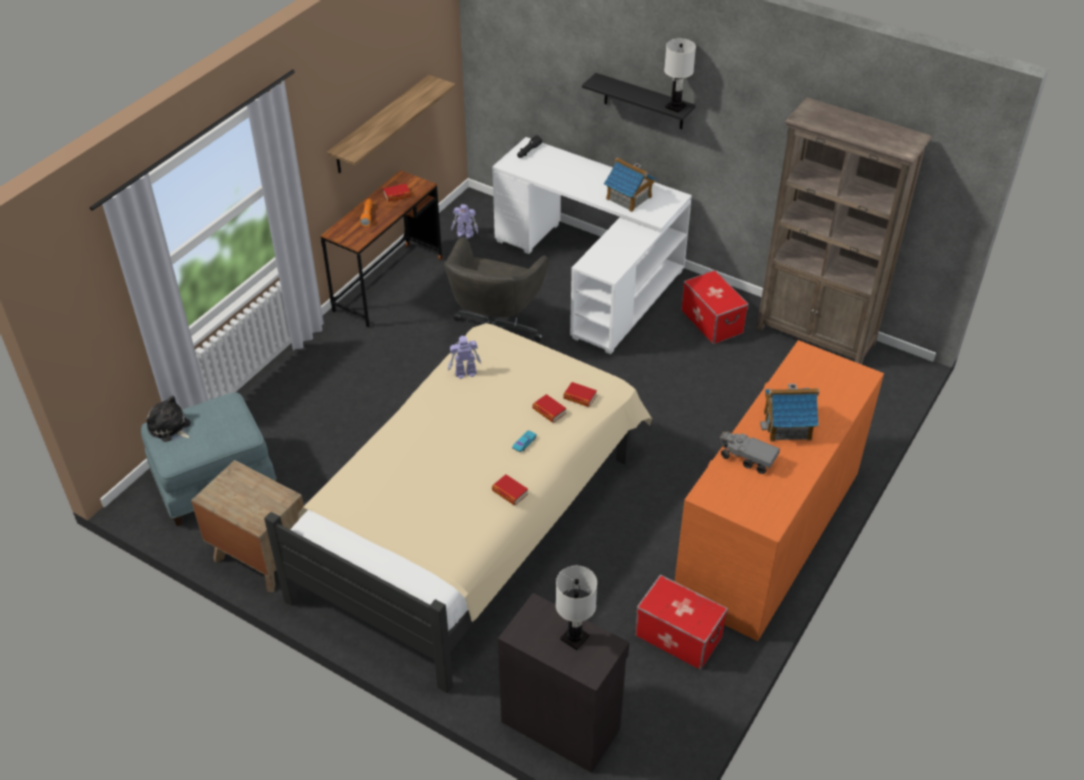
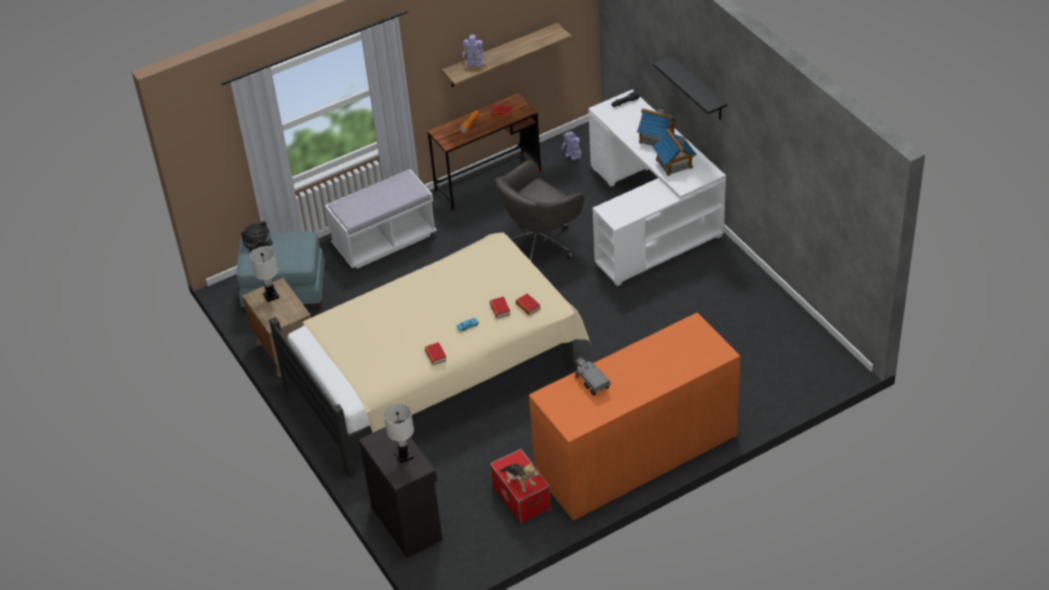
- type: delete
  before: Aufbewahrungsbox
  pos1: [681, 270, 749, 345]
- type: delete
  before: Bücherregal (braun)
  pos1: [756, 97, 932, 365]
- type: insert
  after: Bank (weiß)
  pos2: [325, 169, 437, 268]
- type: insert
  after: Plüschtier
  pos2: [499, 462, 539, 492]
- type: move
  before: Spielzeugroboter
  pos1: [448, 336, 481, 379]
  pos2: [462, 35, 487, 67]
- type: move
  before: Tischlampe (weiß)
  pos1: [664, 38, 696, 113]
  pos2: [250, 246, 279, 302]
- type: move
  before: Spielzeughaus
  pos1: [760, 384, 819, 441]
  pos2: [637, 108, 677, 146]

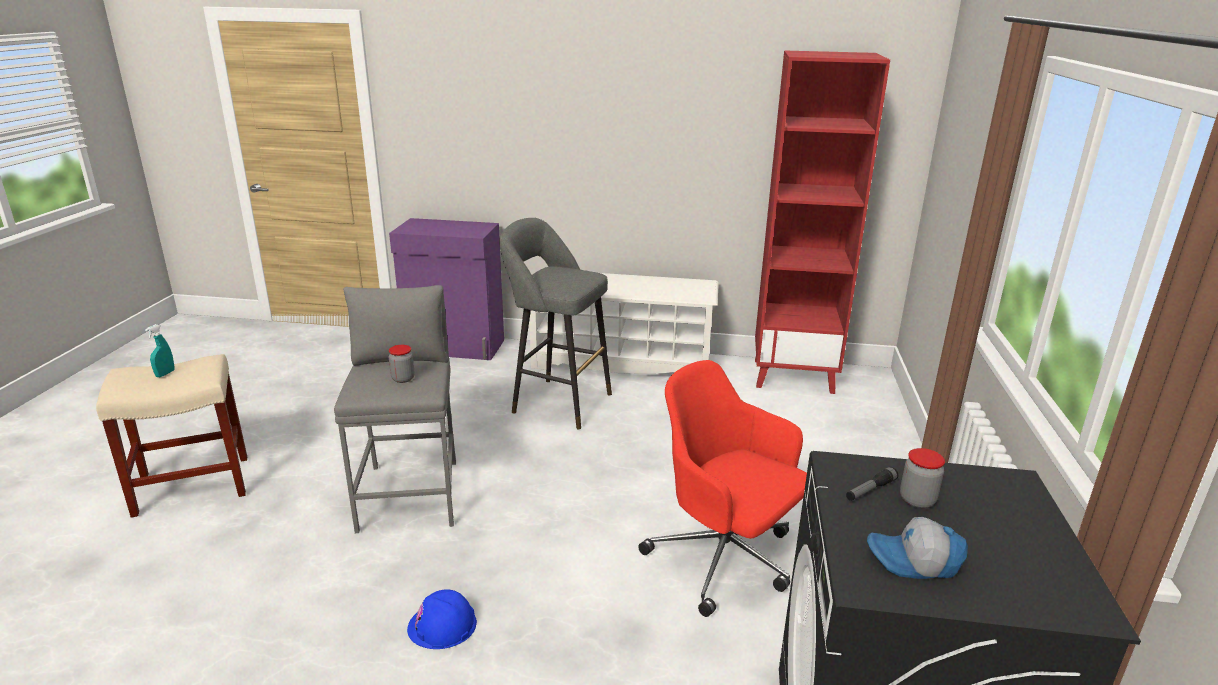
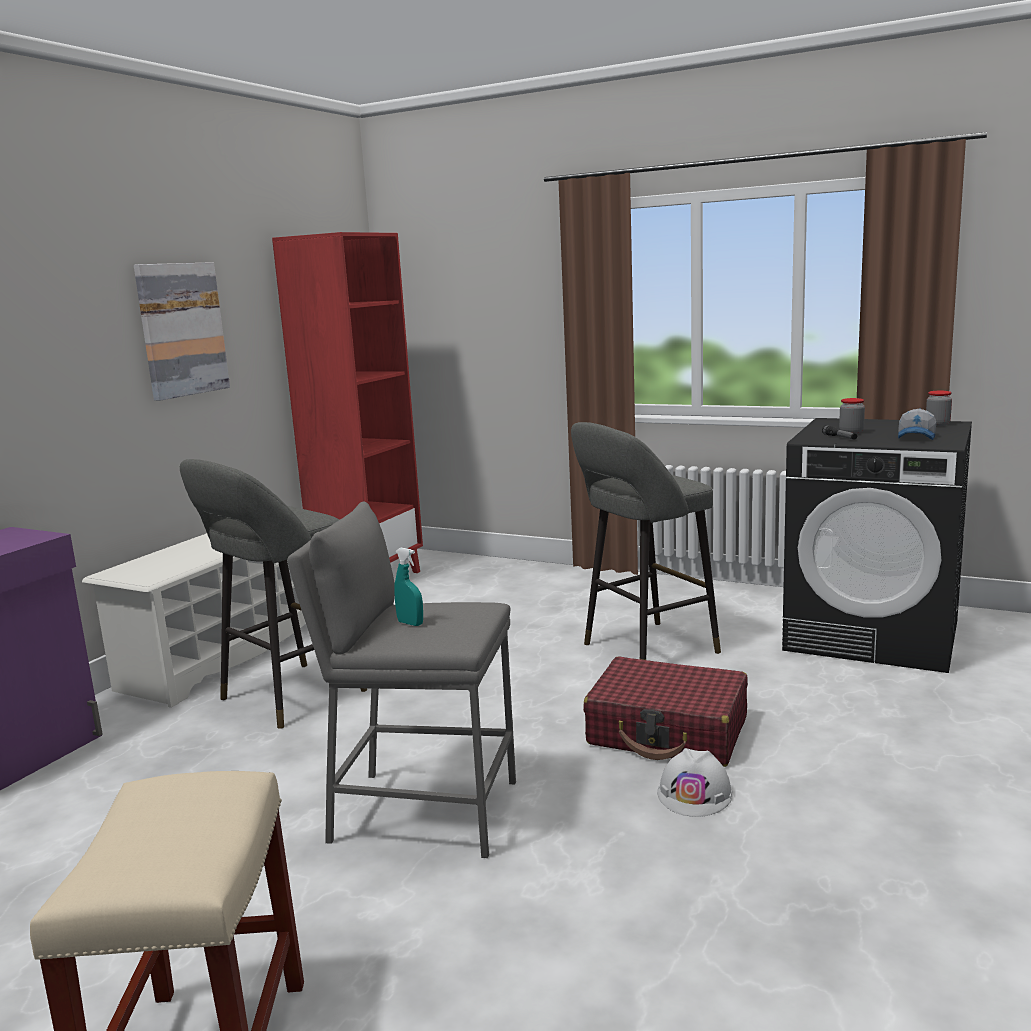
- type: insert
  after: Bild
  pos2: [134, 262, 230, 401]
- type: insert
  after: Koffer (rot)
  pos2: [583, 656, 748, 767]
- type: move
  before: Sprühflasche (türkis)
  pos1: [145, 324, 175, 377]
  pos2: [394, 548, 423, 626]
- type: move
  before: Vorratsglas
  pos1: [389, 345, 415, 383]
  pos2: [926, 391, 952, 426]
- type: replace
  before: Bürostuhl (rot)
  after: Hocker (grau)
  pos1: [638, 360, 807, 617]
  pos2: [571, 422, 721, 660]
- type: recolor
  before: Schutzhelm (blau)
  after: Schutzhelm (weiß)
  pos1: [407, 589, 477, 649]
  pos2: [657, 748, 732, 817]

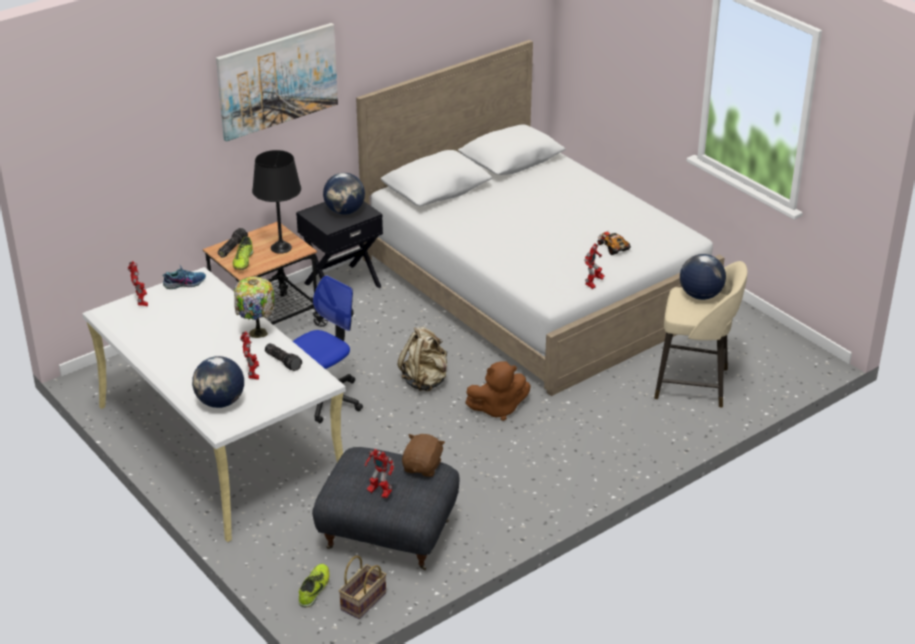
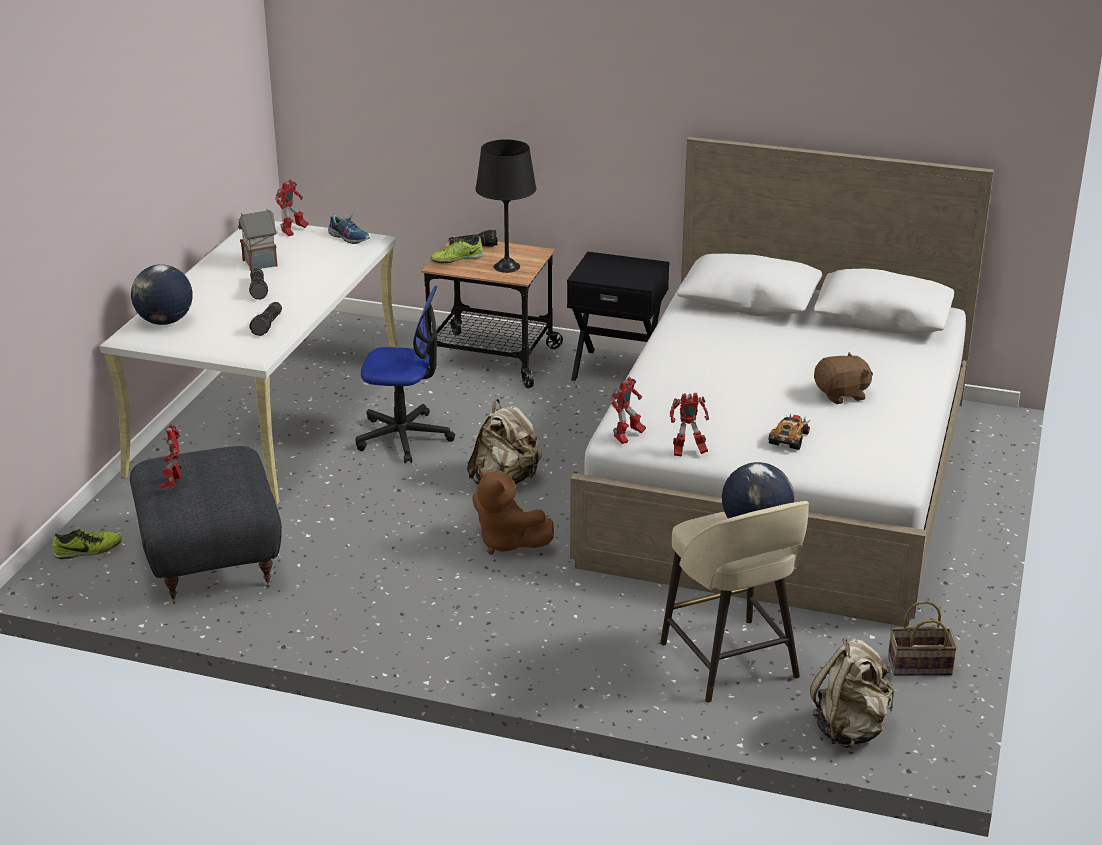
- type: delete
  before: Bild
  pos1: [216, 23, 338, 142]
- type: delete
  before: Tischlampe
  pos1: [234, 276, 275, 338]
- type: delete
  before: Globus
  pos1: [323, 173, 365, 215]
- type: insert
  after: Spielzeughaus
  pos2: [238, 209, 278, 271]
- type: insert
  after: Taschenlampe
  pos2: [249, 268, 268, 300]
- type: insert
  after: Rucksack (beige)
  pos2: [810, 638, 894, 748]
- type: move
  before: Spielzeugroboter
  pos1: [240, 331, 259, 380]
  pos2: [610, 377, 646, 444]
- type: move
  before: Korb
  pos1: [339, 556, 386, 619]
  pos2: [888, 601, 958, 676]
- type: move
  before: Plüschtier (braun)
  pos1: [402, 434, 445, 477]
  pos2: [814, 352, 873, 404]

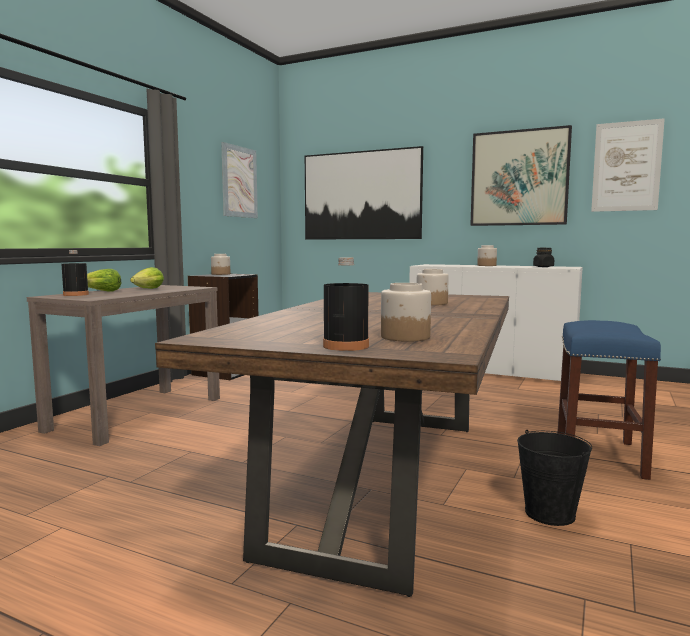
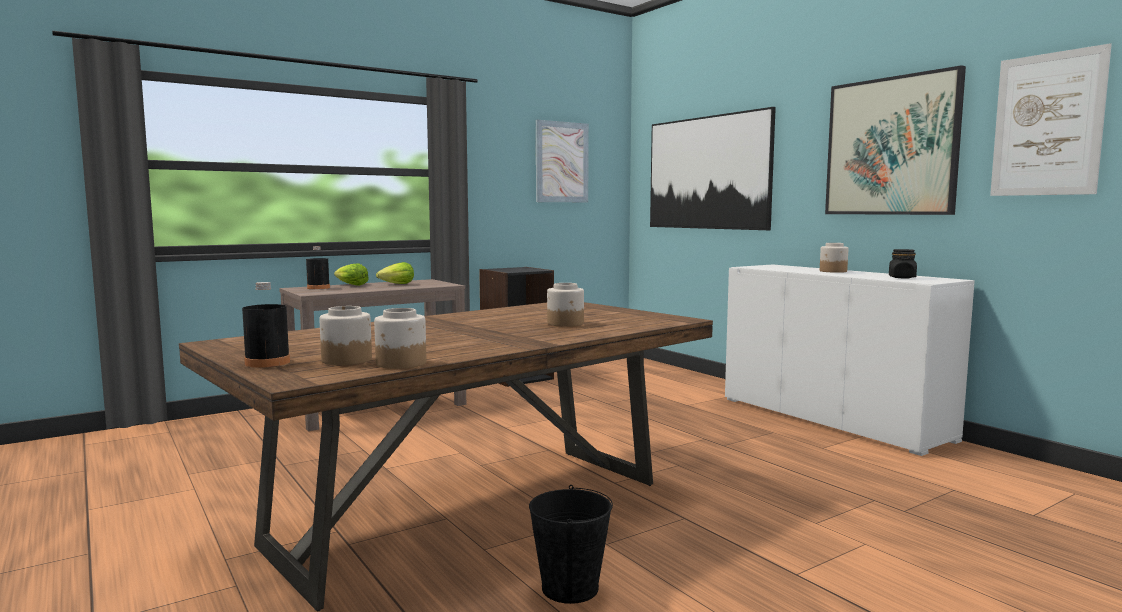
- type: delete
  before: Hocker (blau)
  pos1: [557, 320, 661, 480]
- type: move
  before: Vorratsglas
  pos1: [211, 254, 230, 275]
  pos2: [374, 308, 426, 369]

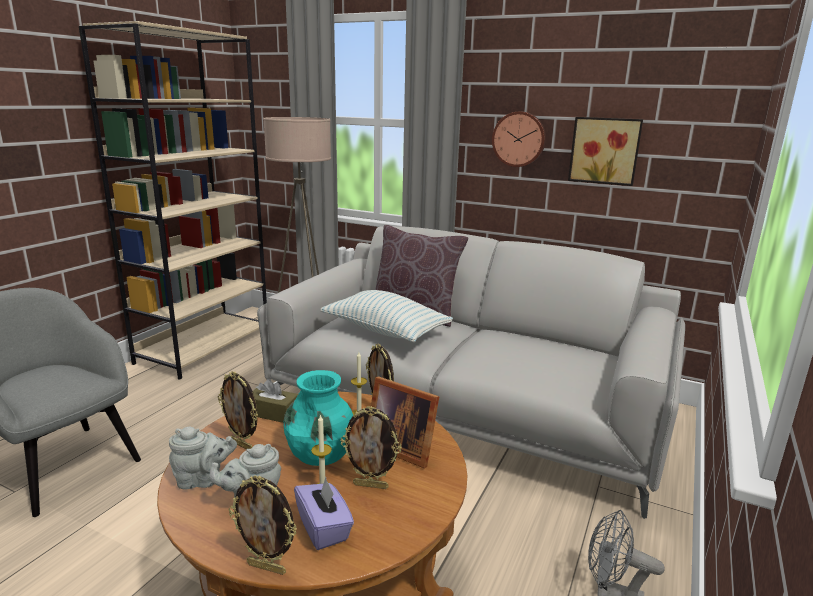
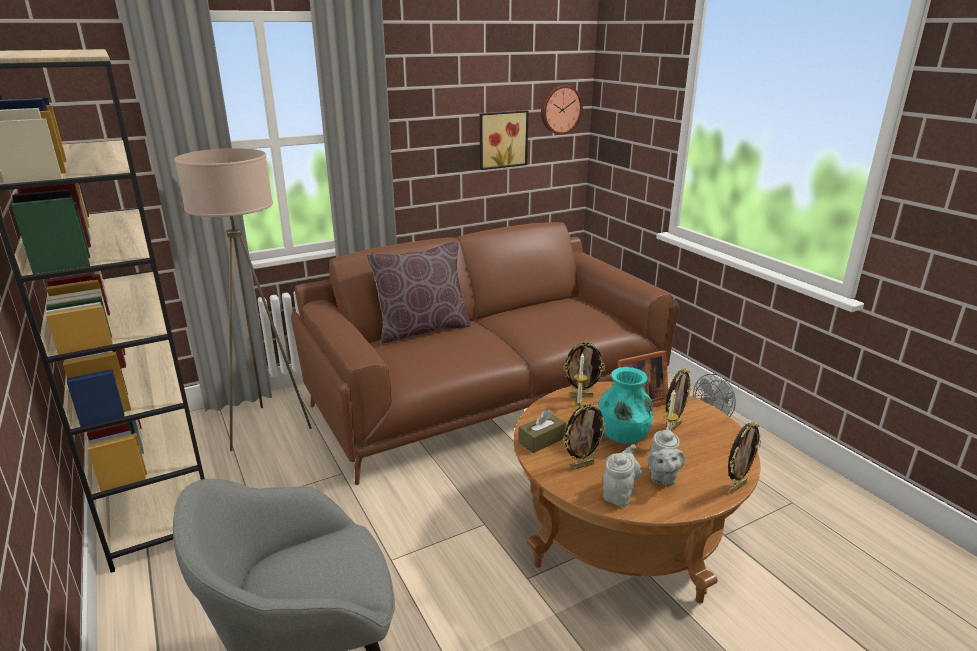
- type: delete
  before: Taschentuchbox (lila)
  pos1: [294, 477, 354, 550]
- type: delete
  before: Kissen
  pos1: [320, 290, 453, 342]
- type: move
  before: Wanduhr
  pos1: [492, 111, 546, 167]
  pos2: [541, 85, 583, 135]
- type: recolor
  before: Sofa (grau)
  after: Sofa (braun)
  pos1: [257, 226, 685, 519]
  pos2: [291, 222, 679, 485]

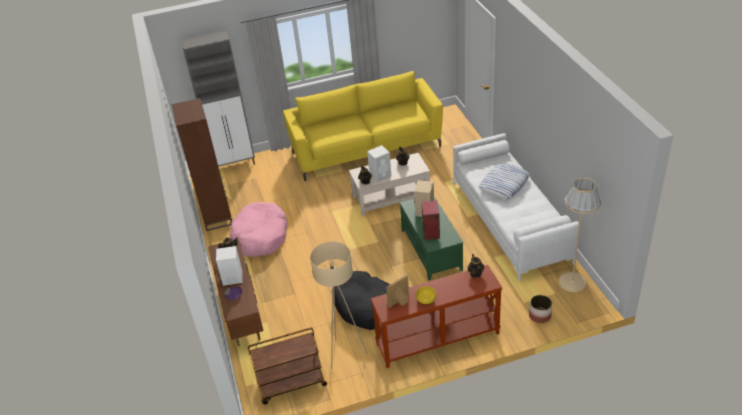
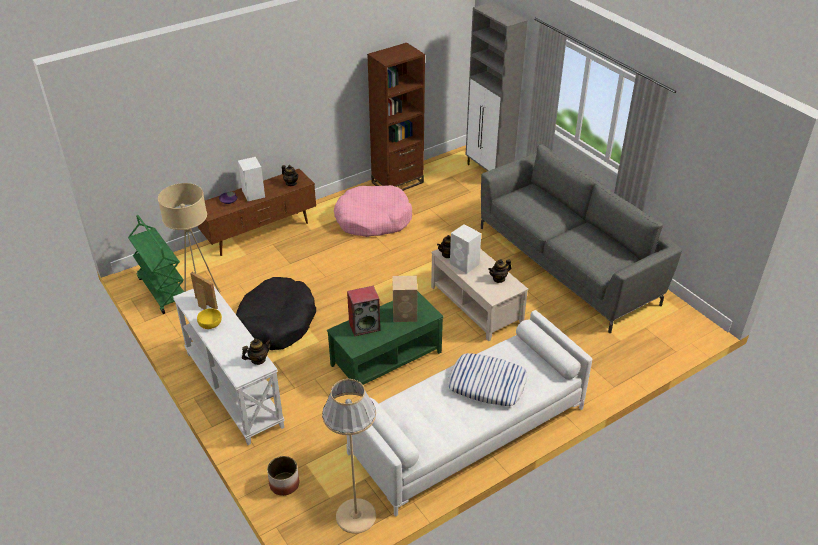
- type: recolor
  before: Rollwagen (braun)
  after: Rollwagen (grün)
  pos1: [248, 328, 327, 404]
  pos2: [128, 215, 184, 314]
- type: recolor
  before: Sofa (gelb)
  after: Sofa (grau)
  pos1: [283, 71, 443, 181]
  pos2: [481, 144, 682, 333]
- type: recolor
  before: Konsolentisch (braun)
  after: Konsolentisch (weiß)
  pos1: [371, 265, 502, 368]
  pos2: [173, 287, 285, 445]

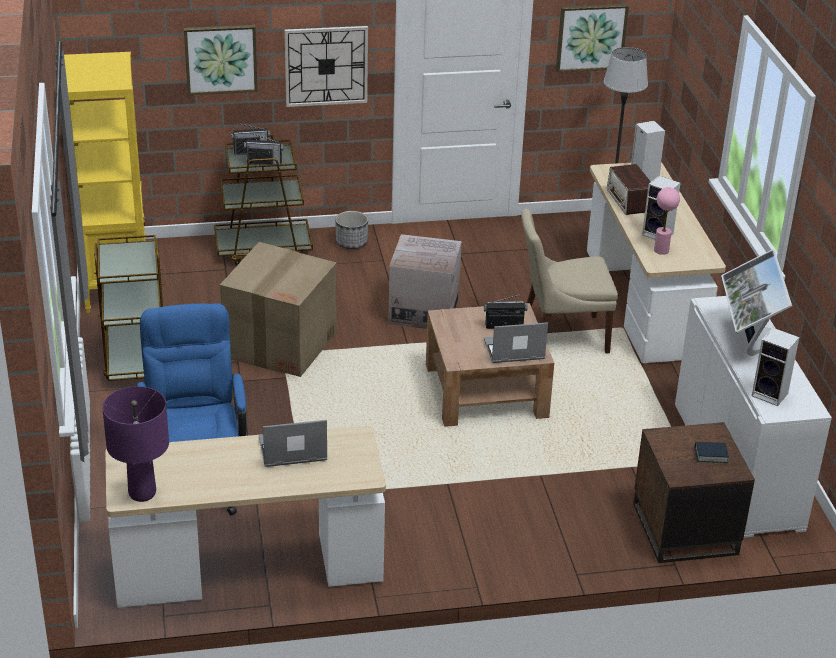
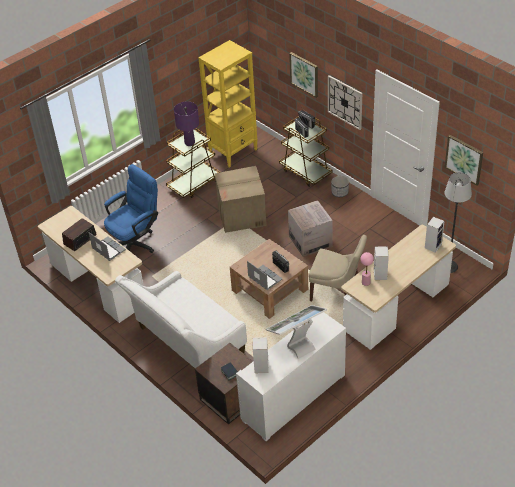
- type: insert
  after: Sofa (weiß)
  pos2: [115, 271, 247, 368]
- type: move
  before: Tischlampe (lila)
  pos1: [102, 386, 169, 502]
  pos2: [174, 101, 199, 146]
- type: move
  before: Radio
  pos1: [607, 164, 651, 215]
  pos2: [62, 218, 97, 251]
- type: rotate
  before: Stuhl (beige)
  pos1: [521, 209, 618, 353]
  pos2: [309, 235, 367, 301]
  turn: 150

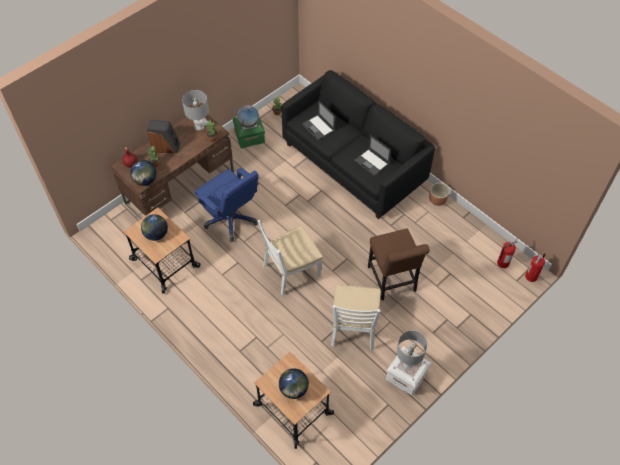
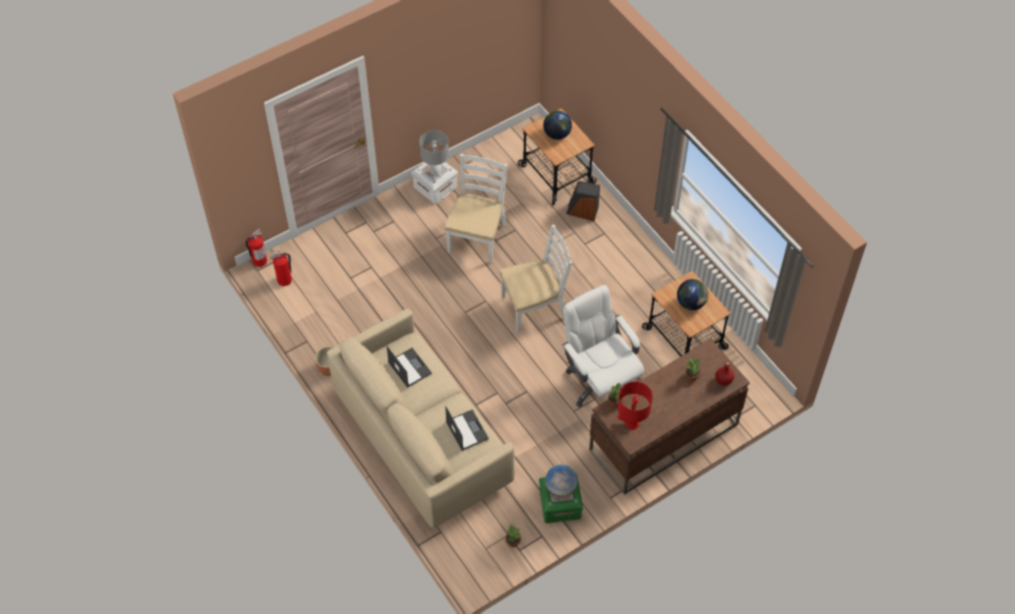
- type: delete
  before: Globus
  pos1: [130, 160, 156, 186]
- type: delete
  before: Stuhl (braun)
  pos1: [368, 228, 430, 300]
- type: move
  before: Lautsprecher
  pos1: [147, 120, 180, 153]
  pos2: [566, 181, 600, 221]
- type: recolor
  before: Tischlampe (grau)
  after: Tischlampe (rot)
  pos1: [182, 90, 209, 130]
  pos2: [617, 382, 653, 430]
- type: recolor
  before: Bürostuhl (blau)
  after: Bürostuhl (weiß)
  pos1: [194, 168, 259, 242]
  pos2: [562, 285, 644, 407]
- type: recolor
  before: Sofa (schwarz)
  after: Sofa (beige)
  pos1: [282, 70, 435, 219]
  pos2: [327, 309, 515, 528]

